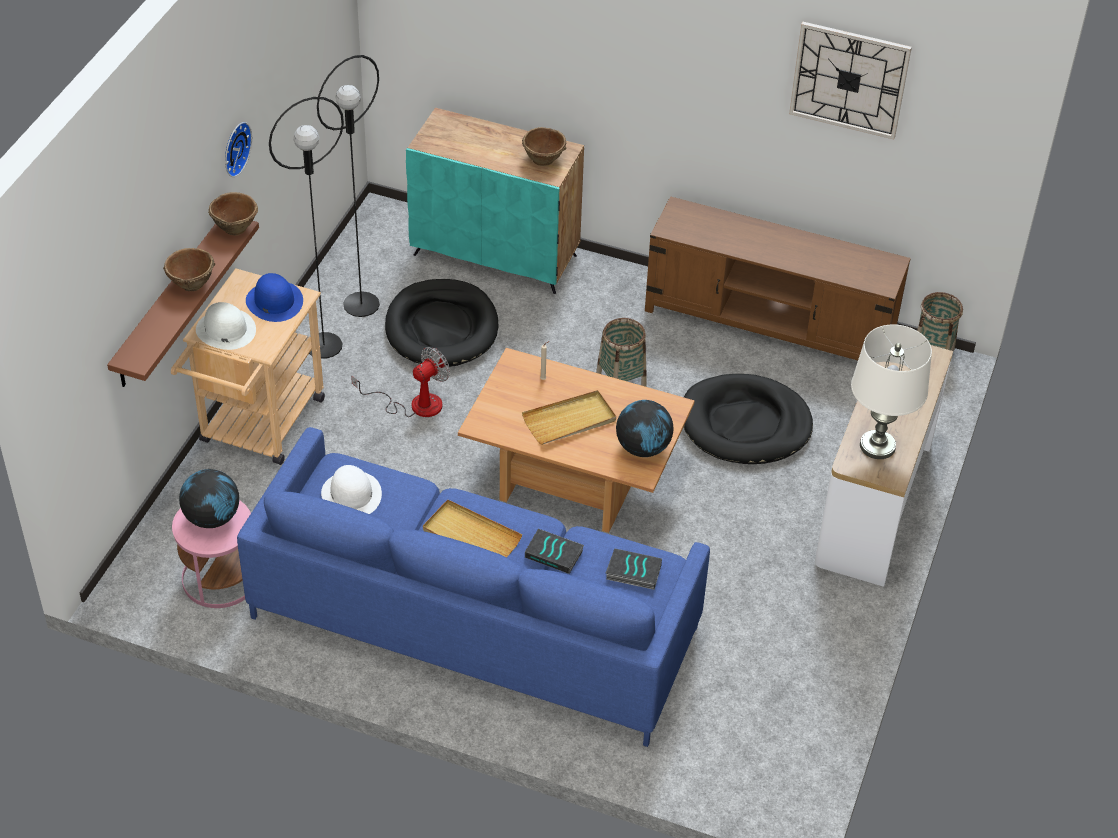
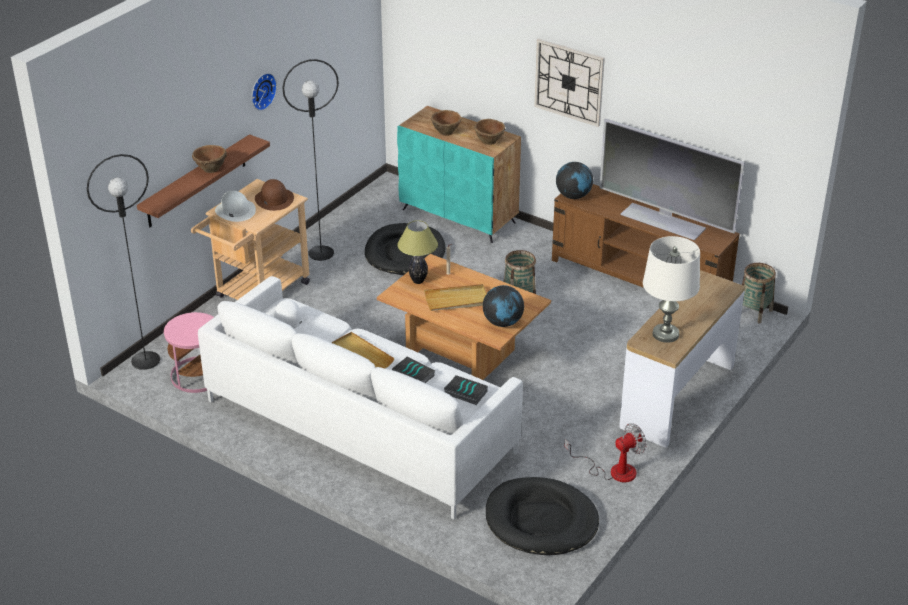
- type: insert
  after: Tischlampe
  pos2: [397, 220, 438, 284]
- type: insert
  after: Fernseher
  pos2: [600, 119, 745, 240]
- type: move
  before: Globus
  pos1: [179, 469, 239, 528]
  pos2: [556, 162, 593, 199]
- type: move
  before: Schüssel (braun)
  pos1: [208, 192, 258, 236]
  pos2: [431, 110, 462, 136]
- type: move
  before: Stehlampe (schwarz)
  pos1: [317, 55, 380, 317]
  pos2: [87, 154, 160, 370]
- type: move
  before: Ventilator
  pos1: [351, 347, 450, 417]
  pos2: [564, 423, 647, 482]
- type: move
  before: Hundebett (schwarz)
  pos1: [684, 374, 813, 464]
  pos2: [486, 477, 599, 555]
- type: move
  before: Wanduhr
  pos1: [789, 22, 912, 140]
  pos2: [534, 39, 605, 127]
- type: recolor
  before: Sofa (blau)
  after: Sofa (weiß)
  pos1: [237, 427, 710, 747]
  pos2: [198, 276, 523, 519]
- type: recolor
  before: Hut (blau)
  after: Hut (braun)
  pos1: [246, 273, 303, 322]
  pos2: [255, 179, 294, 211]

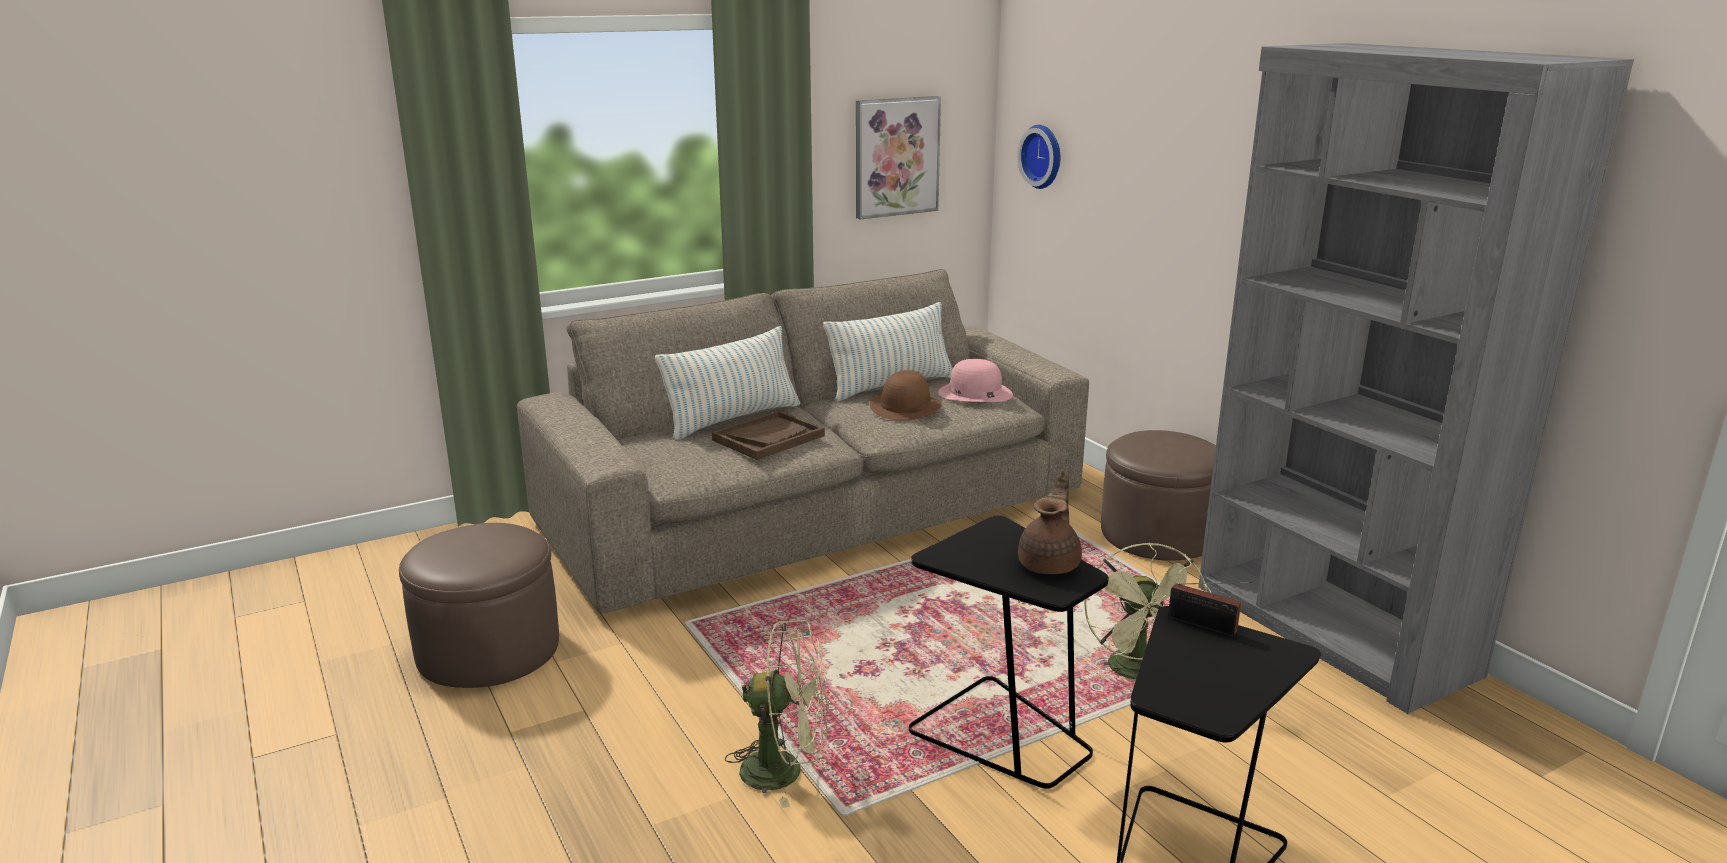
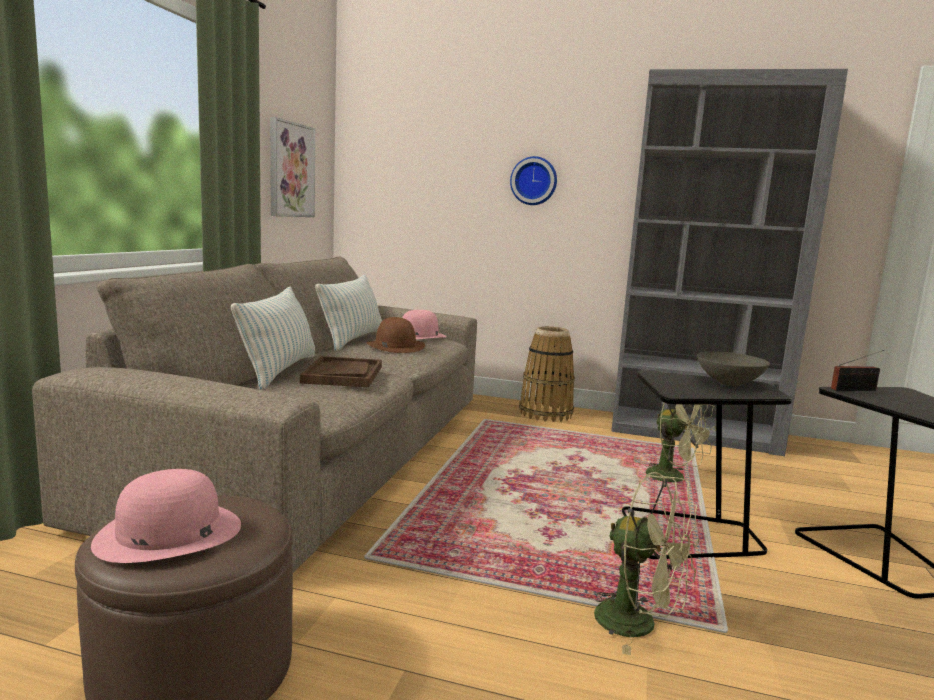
- type: insert
  after: Hut (rosa)
  pos2: [91, 469, 241, 563]
- type: move
  before: Wanduhr
  pos1: [1017, 125, 1060, 189]
  pos2: [510, 156, 557, 205]
- type: replace
  before: Teekanne (braun)
  after: Schüssel (grau)
  pos1: [1018, 470, 1082, 574]
  pos2: [697, 351, 770, 386]
- type: replace
  before: Polsterhocker (braun)
  after: Korb
  pos1: [1101, 430, 1216, 561]
  pos2: [519, 326, 575, 422]
- type: rotate
  before: Ventilator (grün)
  pos1: [725, 620, 829, 808]
  pos2: [587, 472, 699, 655]
  turn: 75

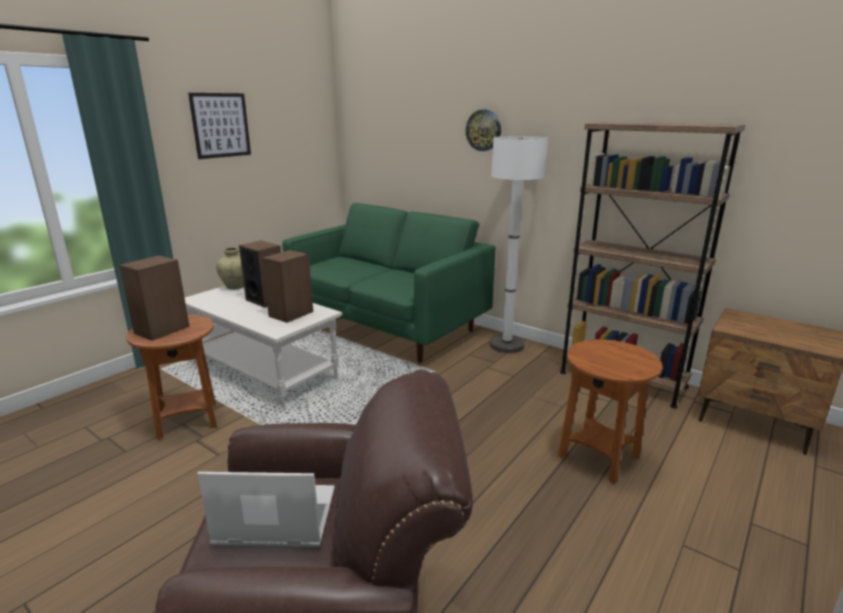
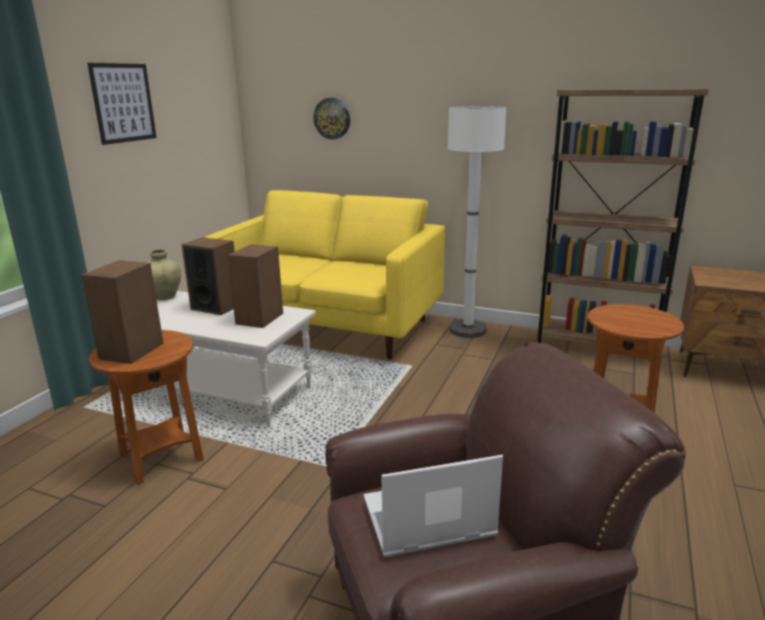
- type: move
  before: Wanduhr
  pos1: [466, 110, 501, 151]
  pos2: [313, 98, 350, 139]
- type: recolor
  before: Sofa (grün)
  after: Sofa (gelb)
  pos1: [282, 203, 495, 363]
  pos2: [204, 190, 445, 359]

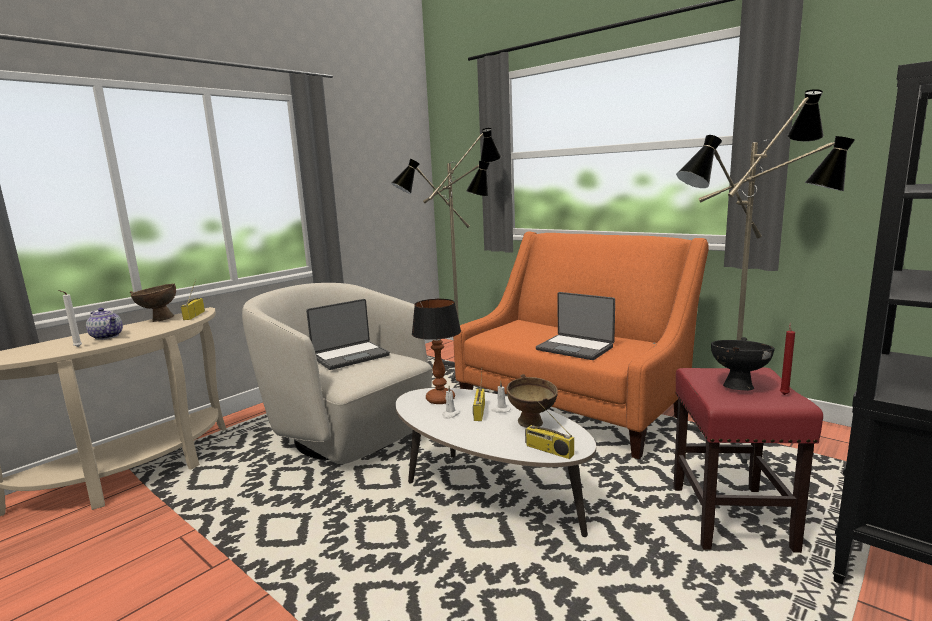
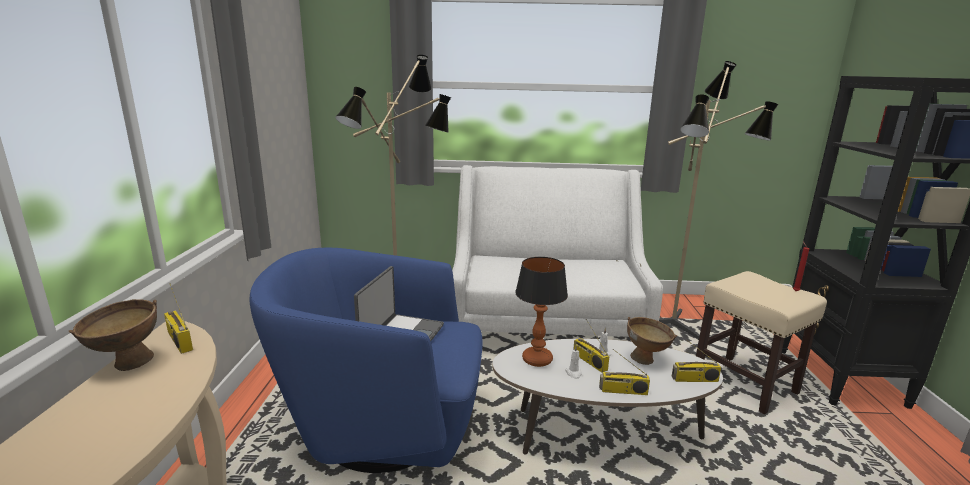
- type: delete
  before: Kerze (weiß)
  pos1: [58, 290, 82, 347]
- type: delete
  before: Teekanne
  pos1: [86, 308, 123, 340]
- type: delete
  before: Laptop
  pos1: [536, 292, 615, 360]
- type: delete
  before: Schüssel (schwarz)
  pos1: [711, 337, 775, 391]
- type: insert
  after: Radio
  pos2: [599, 349, 650, 395]
- type: recolor
  before: Sessel (beige)
  after: Sessel (blau)
  pos1: [242, 283, 432, 464]
  pos2: [250, 248, 483, 473]
- type: recolor
  before: Sofa (orange)
  after: Sofa (weiß)
  pos1: [453, 232, 709, 459]
  pos2: [452, 165, 663, 337]
- type: recolor
  before: Hocker (rot)
  after: Hocker (beige)
  pos1: [673, 367, 823, 553]
  pos2: [696, 271, 827, 414]

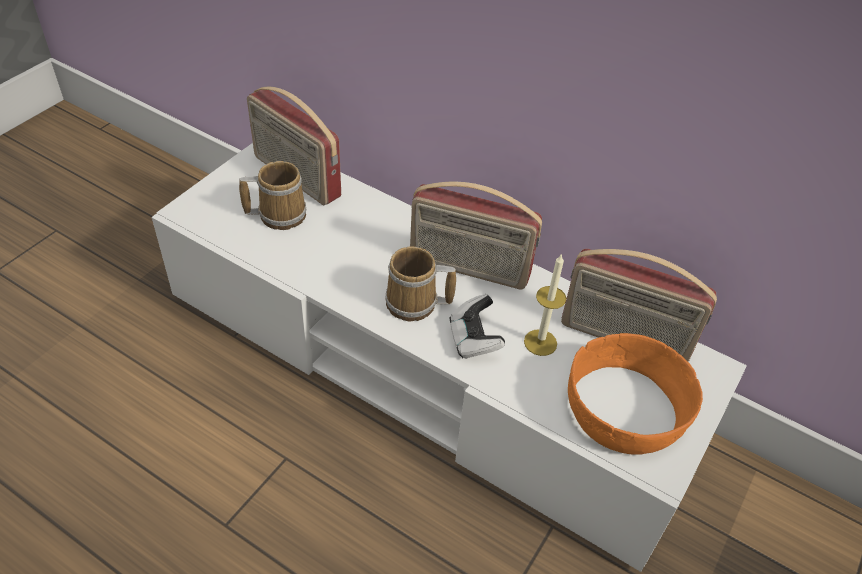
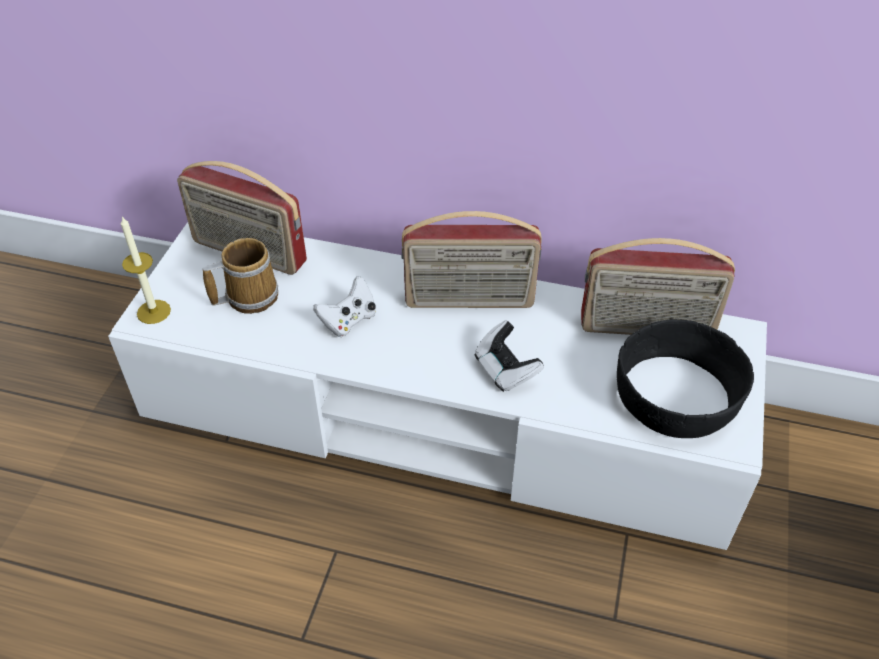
- type: delete
  before: Henkelbecher
  pos1: [385, 246, 456, 321]
- type: insert
  after: Gamepad (weiß)
  pos2: [313, 276, 376, 337]
- type: move
  before: Kerze
  pos1: [524, 254, 566, 356]
  pos2: [121, 216, 171, 324]
- type: recolor
  before: Schüssel (orange)
  after: Schüssel (schwarz)
  pos1: [568, 333, 703, 455]
  pos2: [617, 319, 754, 438]

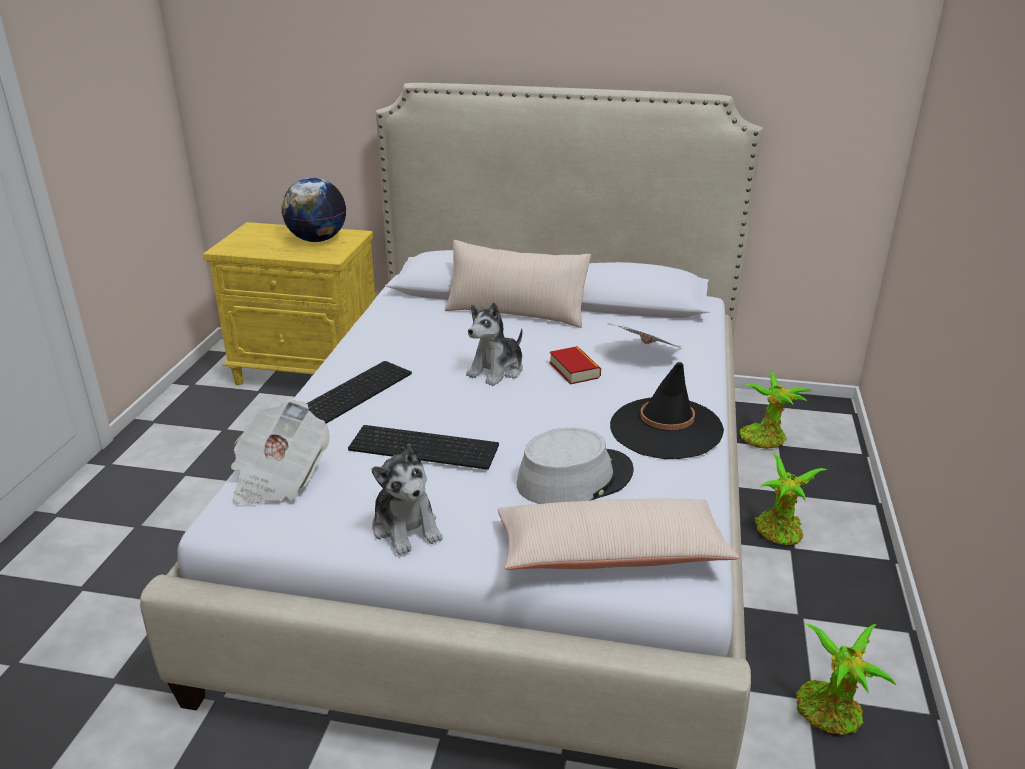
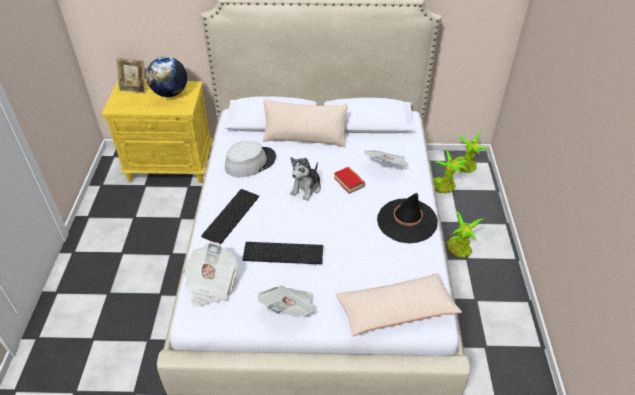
- type: insert
  after: Bilderrahmen
  pos2: [116, 57, 146, 94]
- type: move
  before: Hut (grau)
  pos1: [517, 428, 634, 504]
  pos2: [225, 140, 276, 177]
- type: move
  before: Topfpflanze
  pos1: [796, 623, 896, 735]
  pos2: [454, 133, 488, 172]
- type: replace
  before: Plüschtier
  after: Zeitung
  pos1: [372, 444, 443, 555]
  pos2: [258, 285, 315, 317]

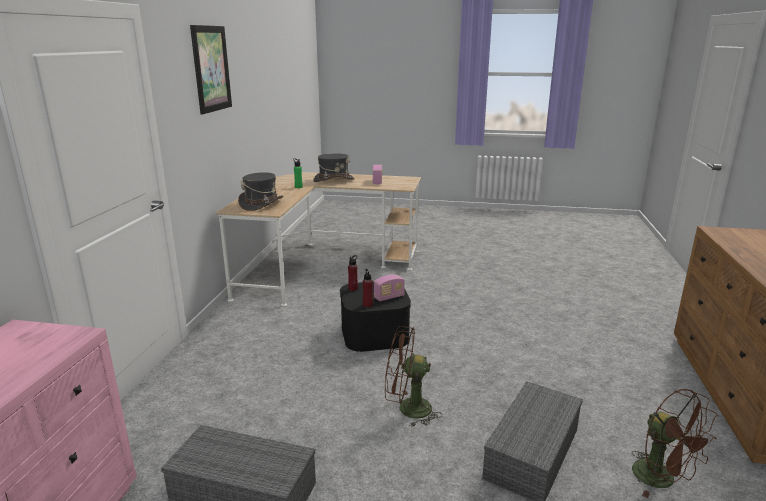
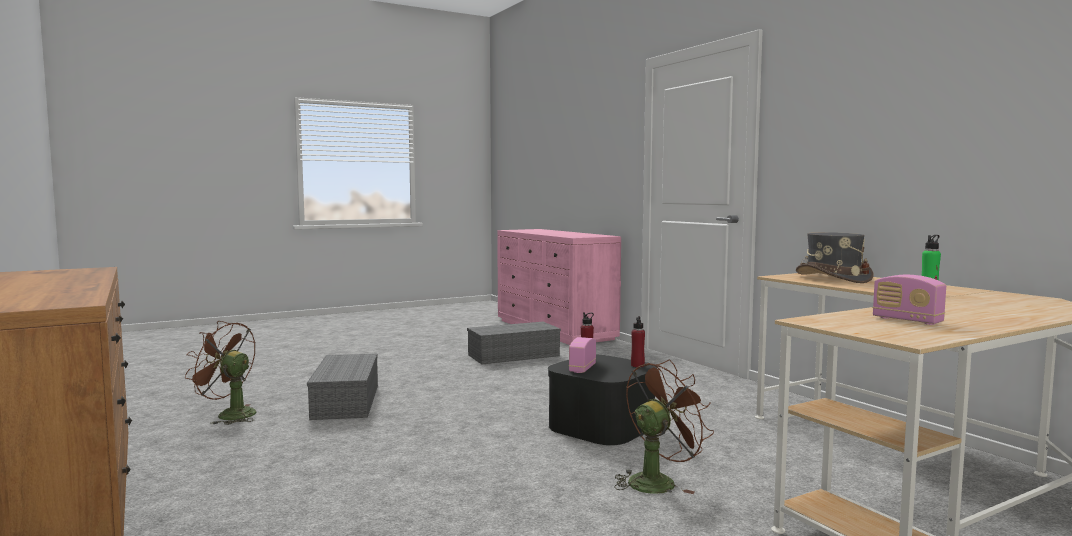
- type: delete
  before: Bild
  pos1: [190, 25, 232, 115]
- type: delete
  before: Hut (grau)
  pos1: [313, 153, 355, 182]
- type: move
  before: Ventilator (braun)
  pos1: [385, 326, 442, 427]
  pos2: [614, 360, 714, 494]

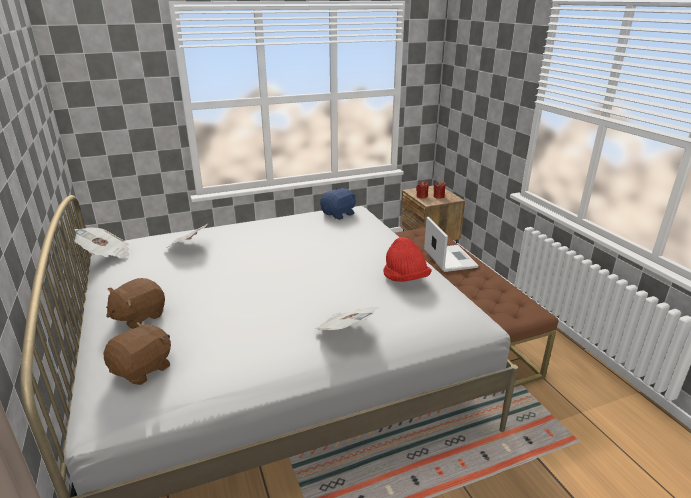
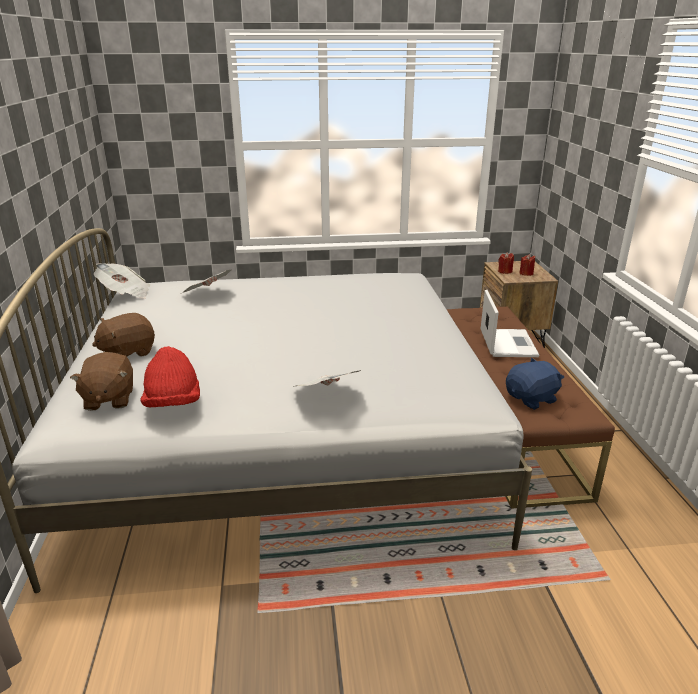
- type: move
  before: Plüschtier (blau)
  pos1: [320, 188, 356, 220]
  pos2: [506, 358, 564, 410]
- type: move
  before: Hut (rot)
  pos1: [384, 237, 432, 282]
  pos2: [141, 346, 200, 408]
- type: rotate
  before: Plüschtier (braun)
  pos1: [104, 322, 171, 385]
  pos2: [70, 352, 133, 411]
  turn: 120

